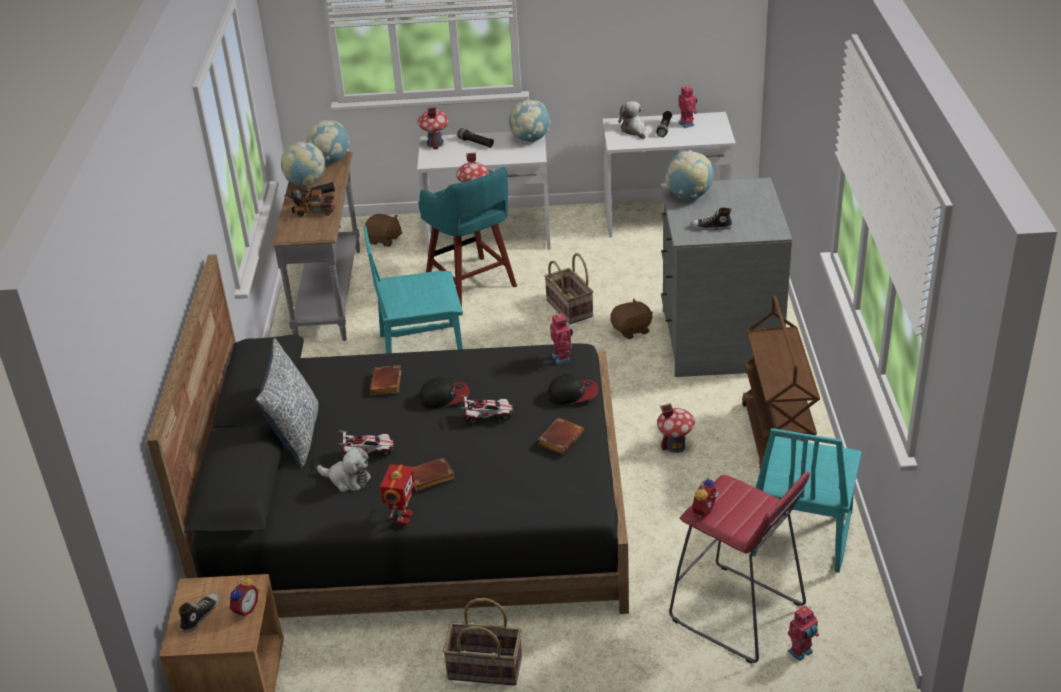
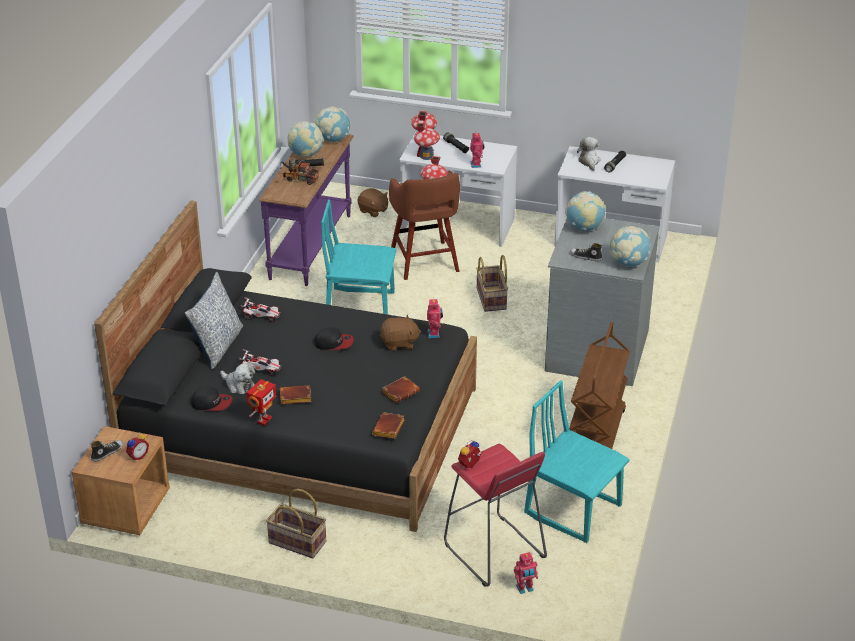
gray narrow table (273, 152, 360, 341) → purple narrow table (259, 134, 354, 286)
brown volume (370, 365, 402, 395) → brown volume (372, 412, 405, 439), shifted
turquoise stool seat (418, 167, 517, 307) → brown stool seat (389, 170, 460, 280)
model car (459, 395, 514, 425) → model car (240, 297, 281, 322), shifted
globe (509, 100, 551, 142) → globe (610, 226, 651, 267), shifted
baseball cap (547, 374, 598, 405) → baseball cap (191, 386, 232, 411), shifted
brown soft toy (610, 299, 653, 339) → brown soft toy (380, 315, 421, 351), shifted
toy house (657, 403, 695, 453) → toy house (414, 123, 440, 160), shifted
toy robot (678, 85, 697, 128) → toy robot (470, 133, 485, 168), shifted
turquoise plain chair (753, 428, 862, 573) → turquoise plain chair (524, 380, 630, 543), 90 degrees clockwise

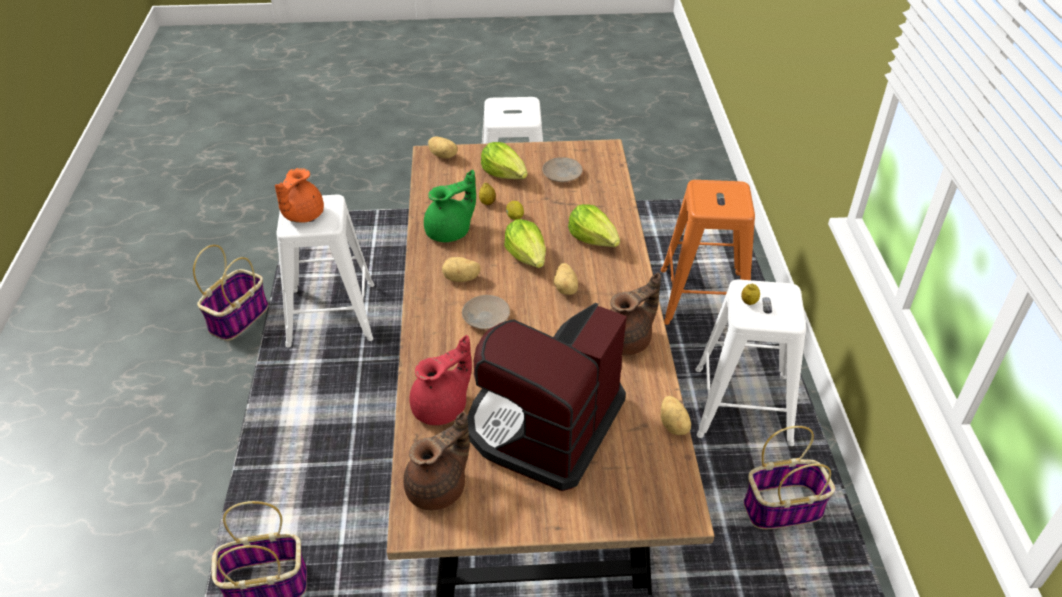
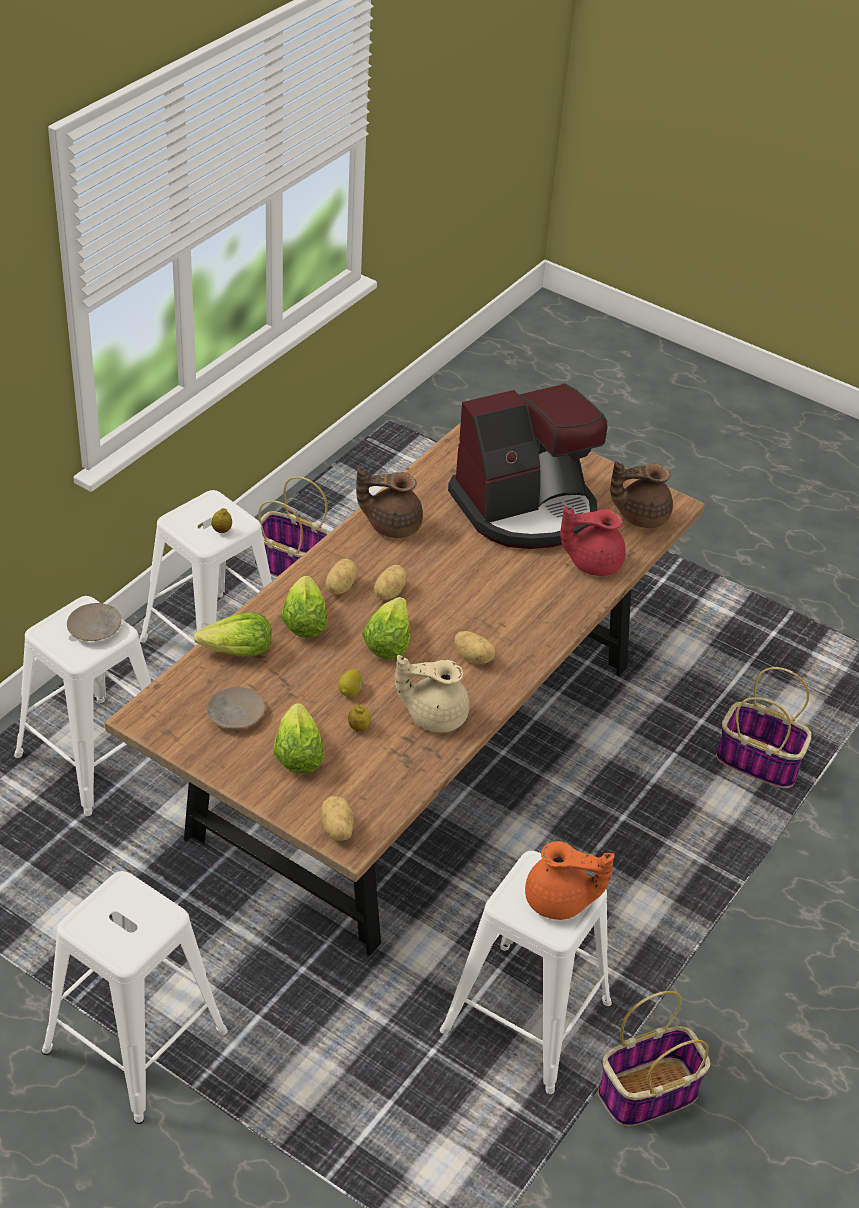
orange pot for tea (275, 168, 324, 223) → orange pot for tea (525, 841, 615, 920), 45 degrees clockwise
green pot for tea (424, 170, 476, 242) → sand-coloured pot for tea (395, 655, 469, 733)
sand-coloured plate (462, 295, 510, 330) → sand-coloured plate (67, 603, 122, 641), shifted
orange stool seat (660, 180, 755, 325) → whitish stool seat (14, 596, 151, 816)
potato (661, 396, 691, 435) → potato (325, 559, 357, 594), shifted
- → lettuce (194, 612, 271, 656)

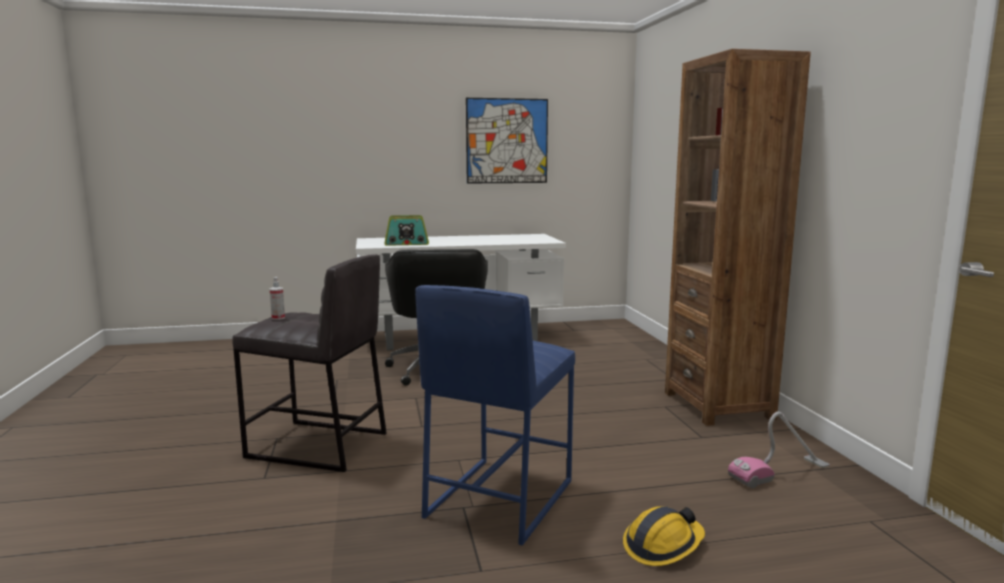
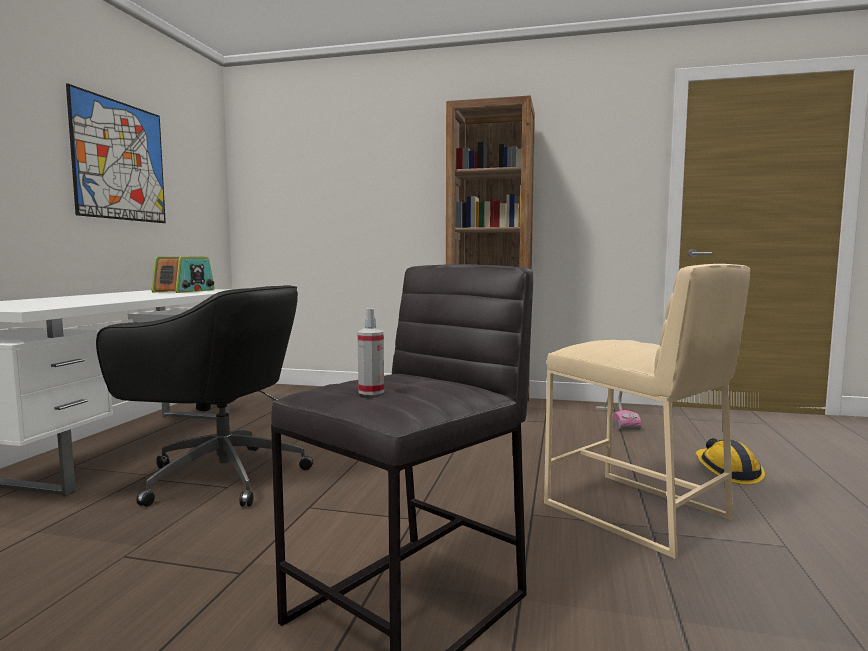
radio set (384, 215, 429, 246) → radio set (152, 257, 215, 293), shifted
blue stool seat (415, 285, 575, 546) → sand-coloured stool seat (544, 264, 750, 559)

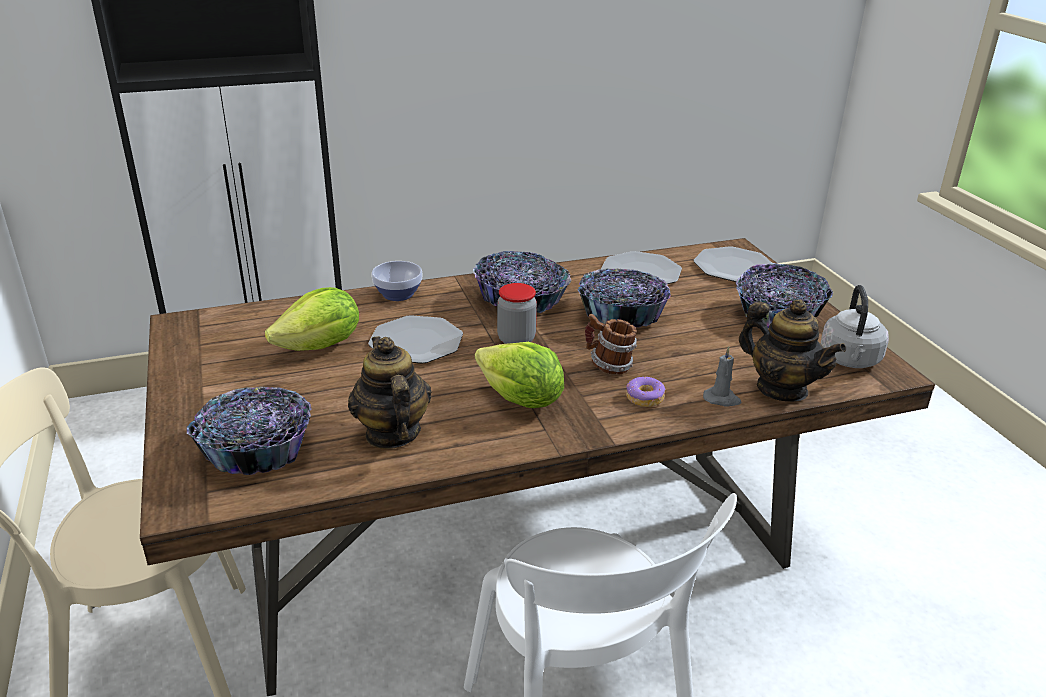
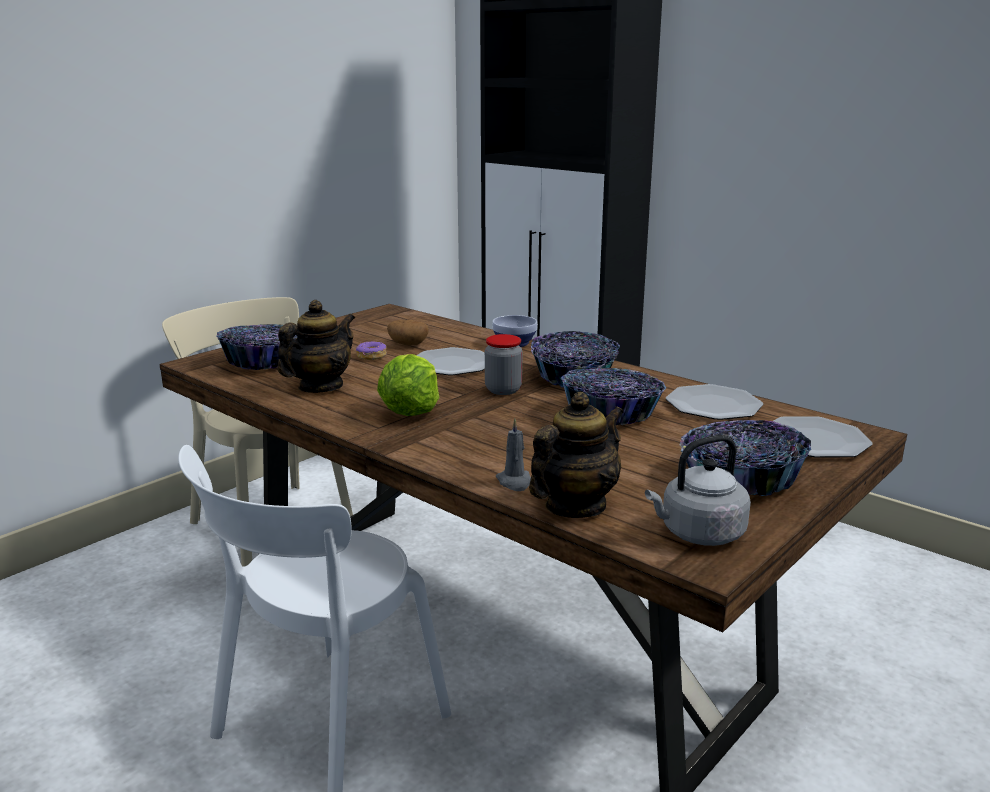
lettuce (265, 287, 359, 351) → potato (387, 320, 429, 346)
mug (585, 314, 637, 375) → -
donut (626, 377, 665, 407) → donut (356, 342, 387, 360), shifted
pot for tea (739, 300, 846, 402) → pot for tea (529, 392, 624, 518), 150 degrees counterclockwise

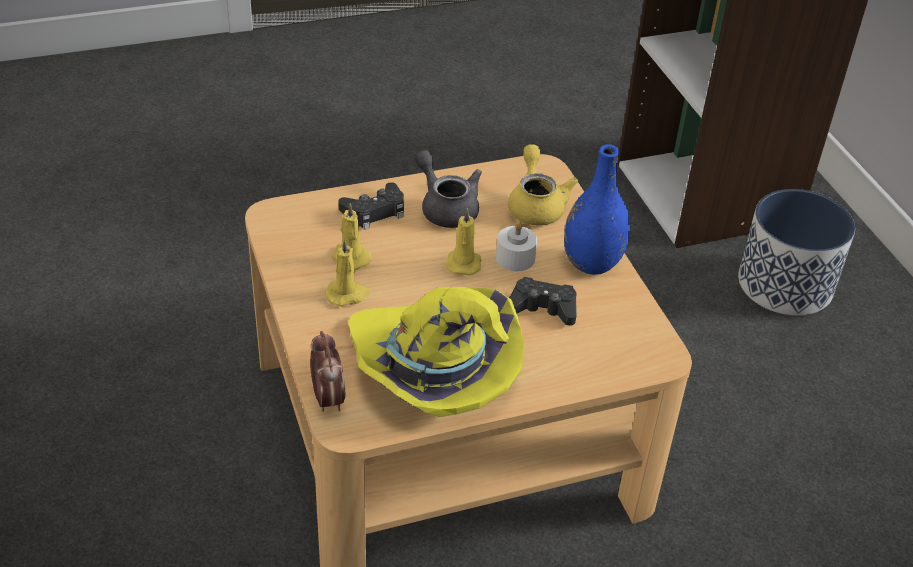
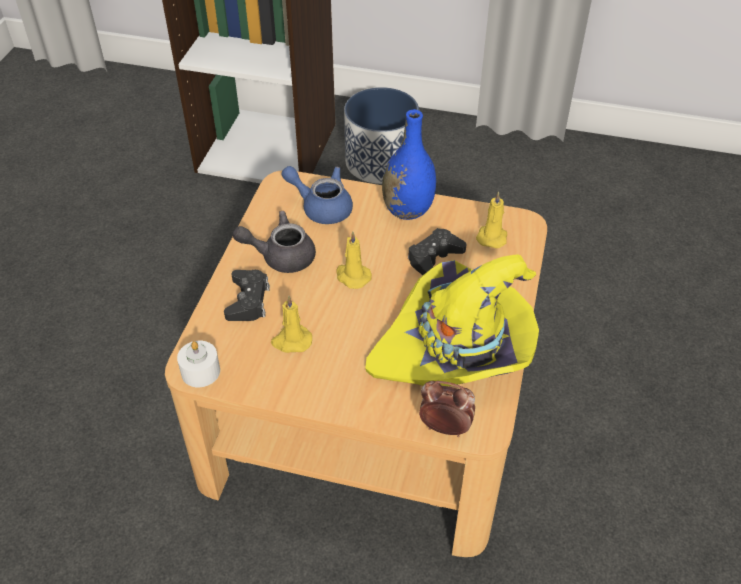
yellowish wax light (325, 239, 370, 307) → yellowish wax light (476, 191, 507, 248), shifted
whitish wax light (496, 221, 537, 271) → whitish wax light (177, 341, 220, 387), shifted
yellowish pot for tea (508, 144, 578, 226) → blue pot for tea (281, 166, 353, 224)

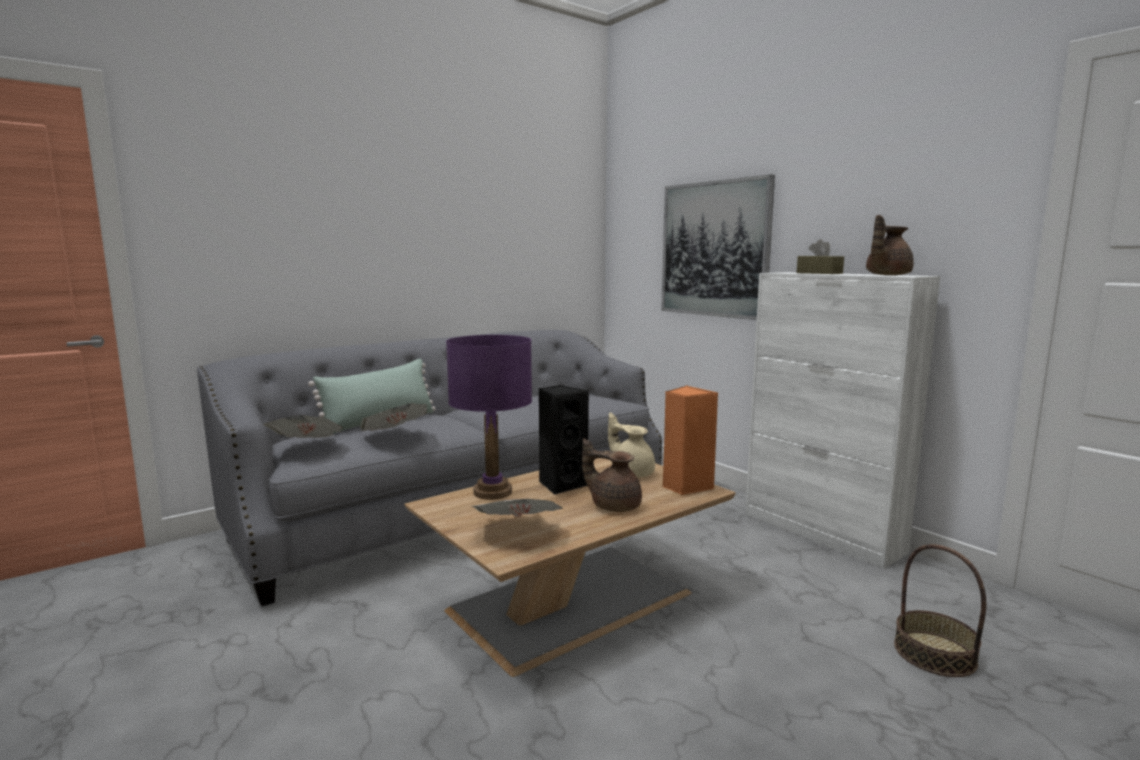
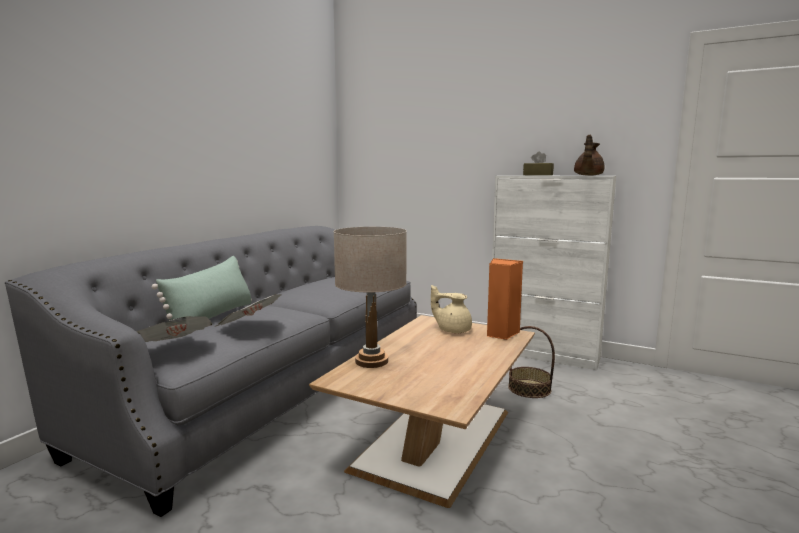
purple lamp for a table (446, 335, 532, 500) → sand-coloured lamp for a table (333, 227, 407, 368)
printed paper (472, 499, 563, 517) → -
blackish audio speaker (539, 385, 589, 495) → -
brown pot for tea (582, 438, 642, 512) → -
wall art (661, 174, 775, 320) → -
storage basket (894, 544, 986, 677) → storage basket (508, 326, 555, 398), shifted

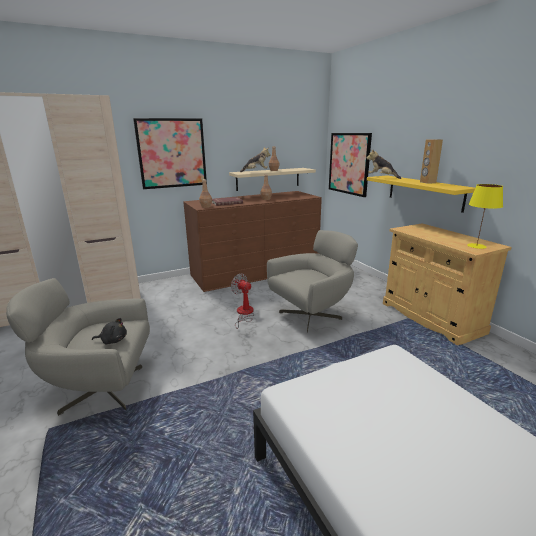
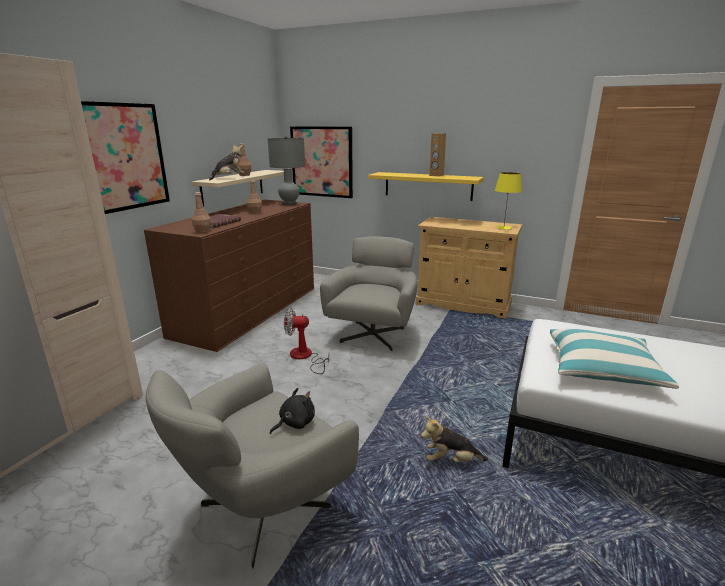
soft toy (366, 149, 401, 179) → soft toy (421, 416, 488, 462), shifted
- → gray lamp for a table (268, 136, 305, 205)
- → pillow (550, 329, 679, 389)

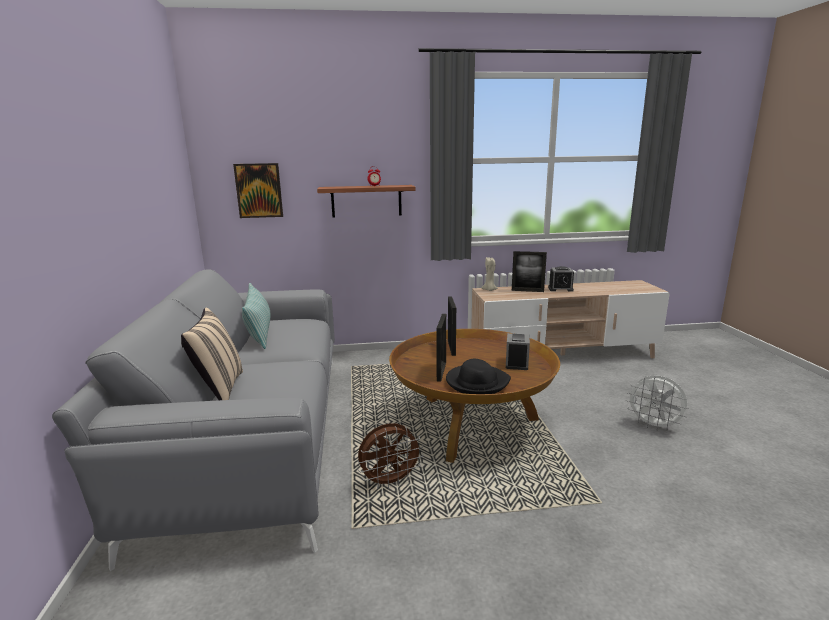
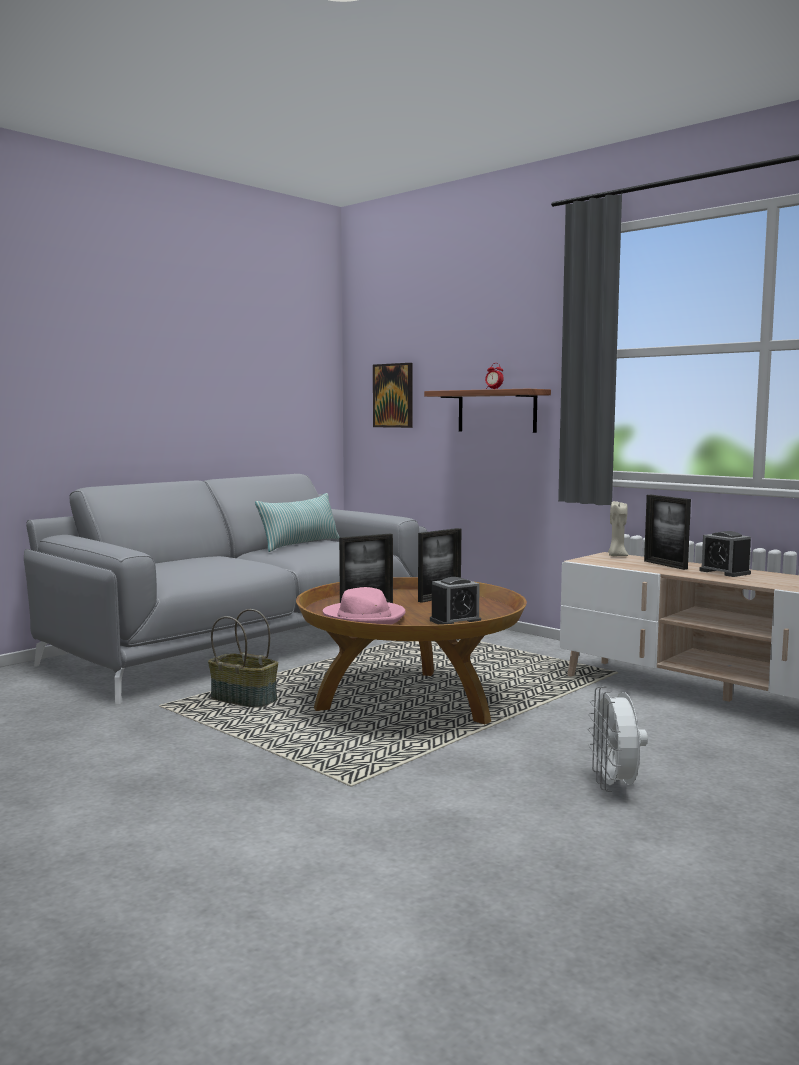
sand-coloured pillow (181, 308, 243, 400) → -
brown cooling fan (358, 423, 424, 489) → storage basket (208, 609, 278, 708)
blackish clothing hat (446, 359, 511, 394) → pinkish clothing hat (323, 587, 406, 625)

